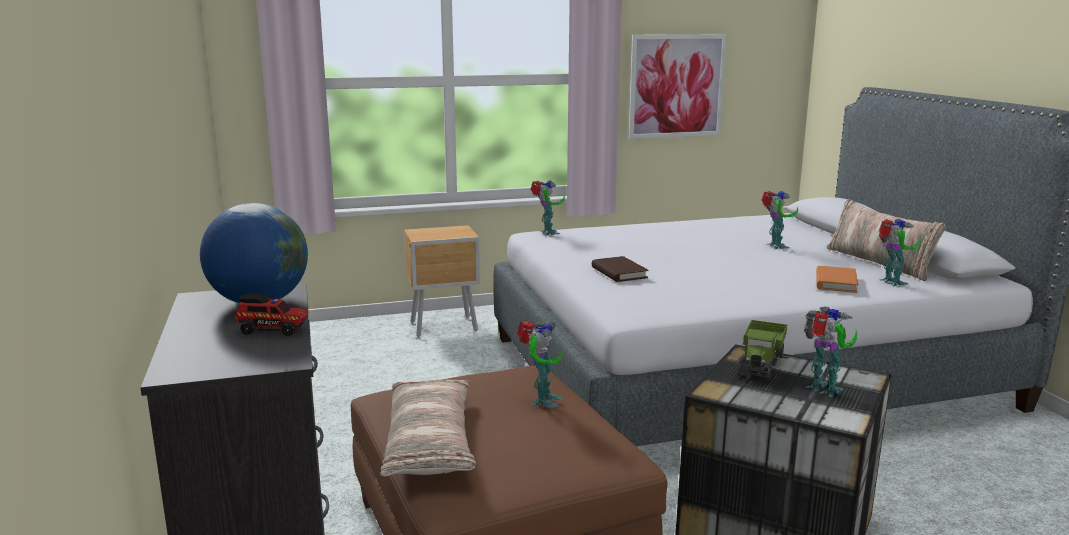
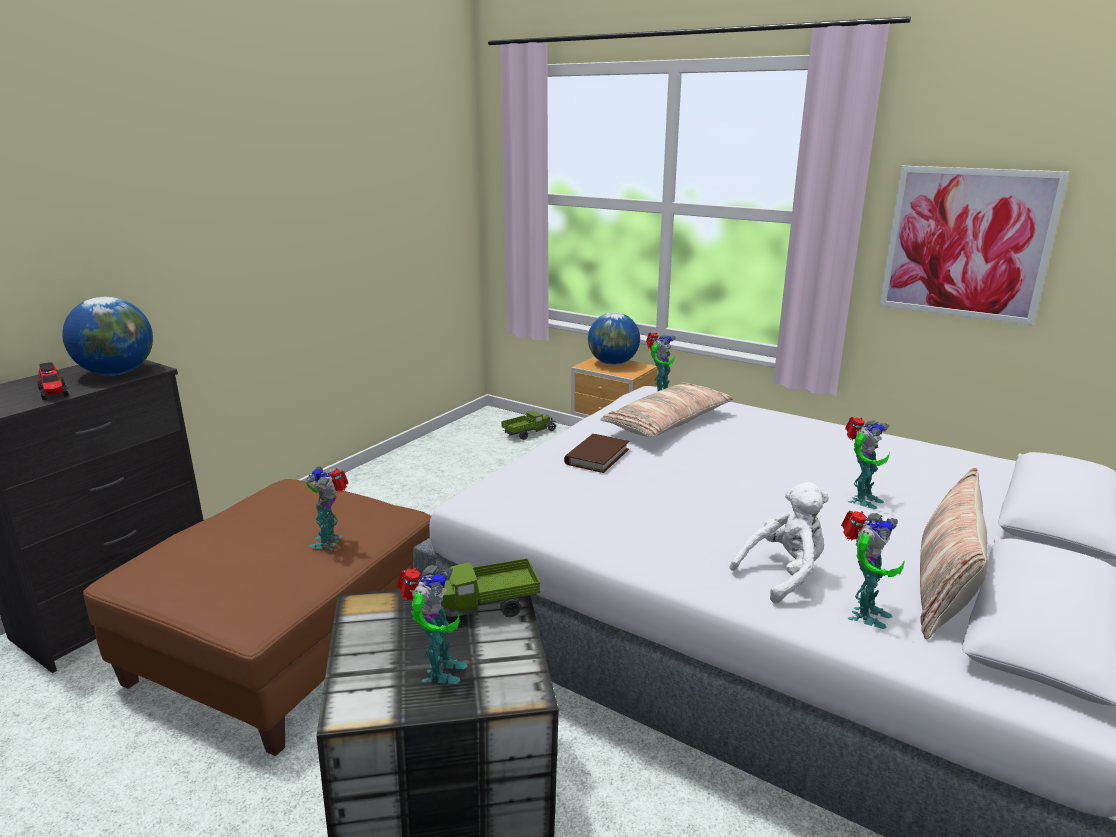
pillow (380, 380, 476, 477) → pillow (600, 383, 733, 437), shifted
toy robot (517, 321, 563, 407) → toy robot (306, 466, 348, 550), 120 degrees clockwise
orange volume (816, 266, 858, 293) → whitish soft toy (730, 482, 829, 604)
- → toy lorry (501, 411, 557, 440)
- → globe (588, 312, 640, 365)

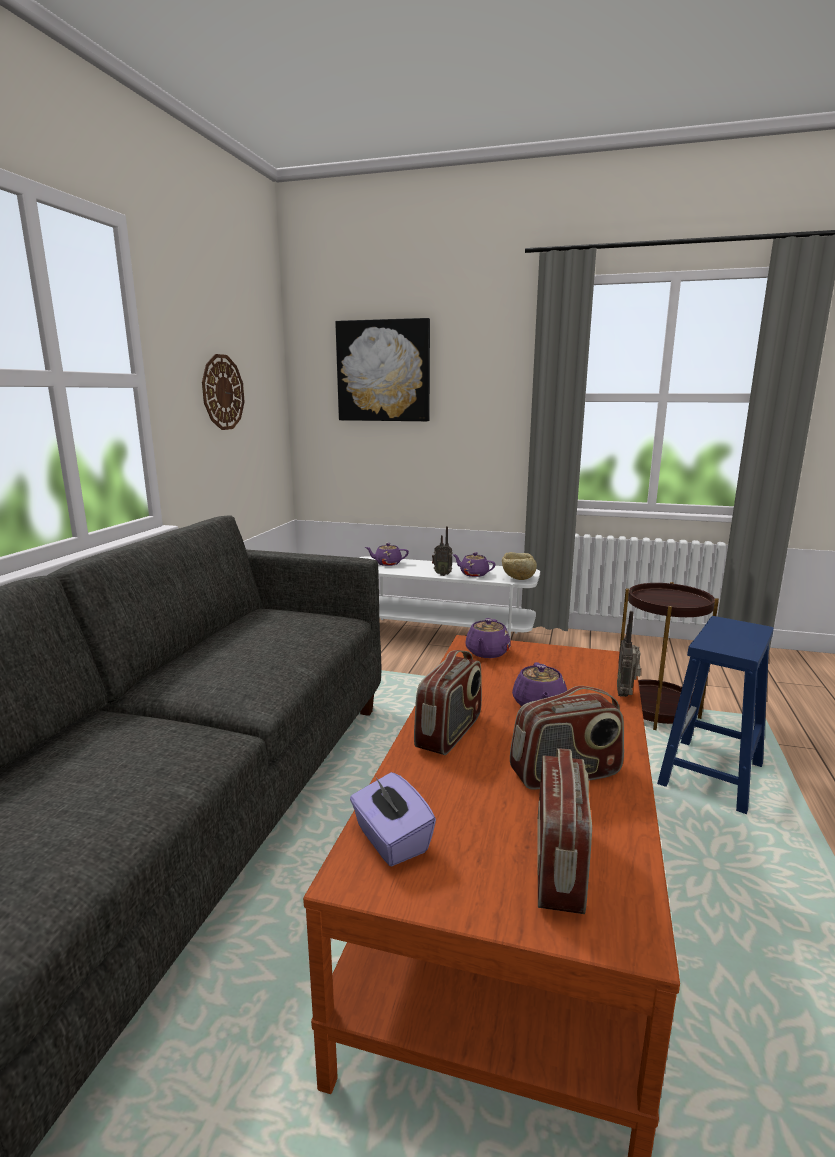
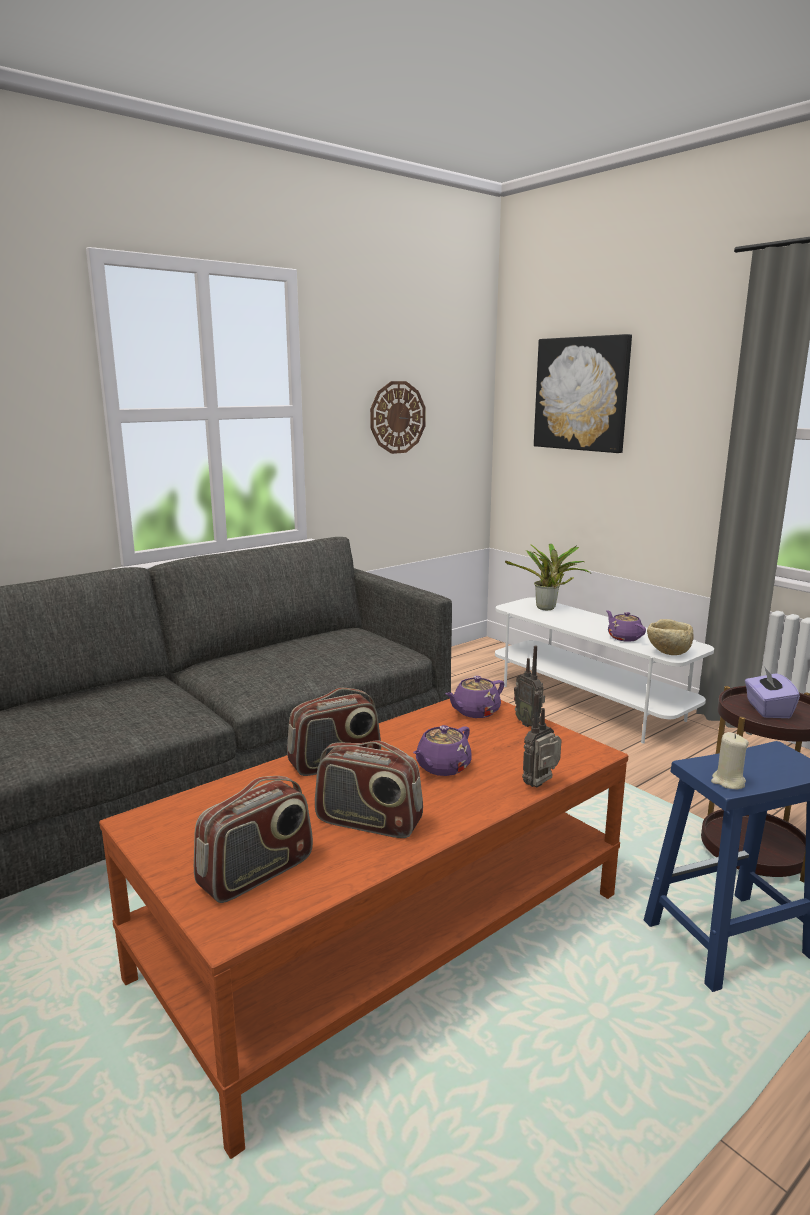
purple box of tissues (350, 772, 436, 867) → purple box of tissues (745, 666, 800, 718), shifted
purple pot for tea (365, 543, 409, 566) → plant in a pot (505, 544, 590, 610)
radio set (432, 526, 453, 576) → radio set (514, 645, 545, 727), shifted
- → sand-coloured wax light (711, 732, 749, 789)

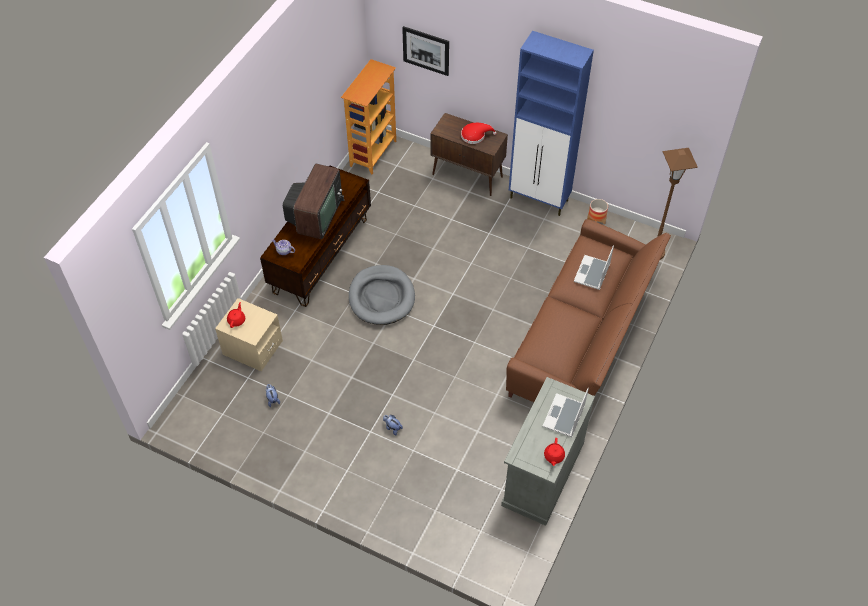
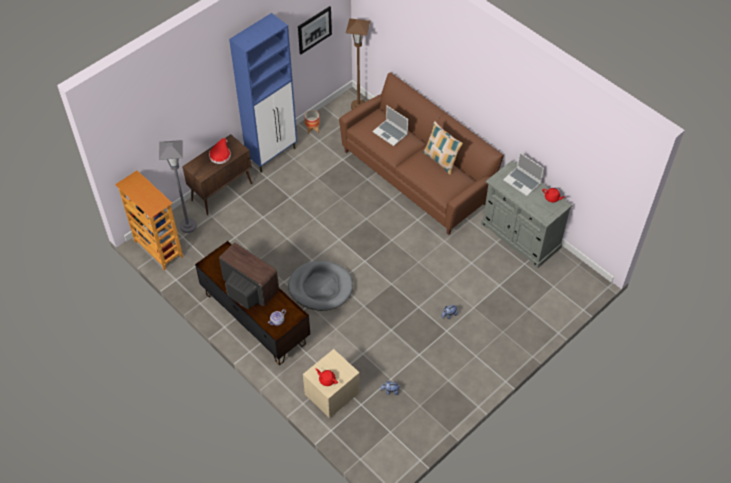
wall art (402, 26, 449, 76) → wall art (298, 6, 332, 55), shifted
- → gray standing lamp (159, 140, 197, 233)
- → pillow (423, 121, 463, 175)

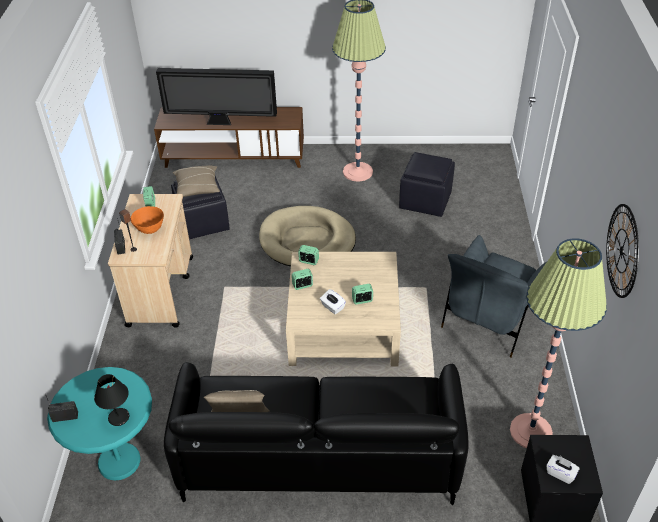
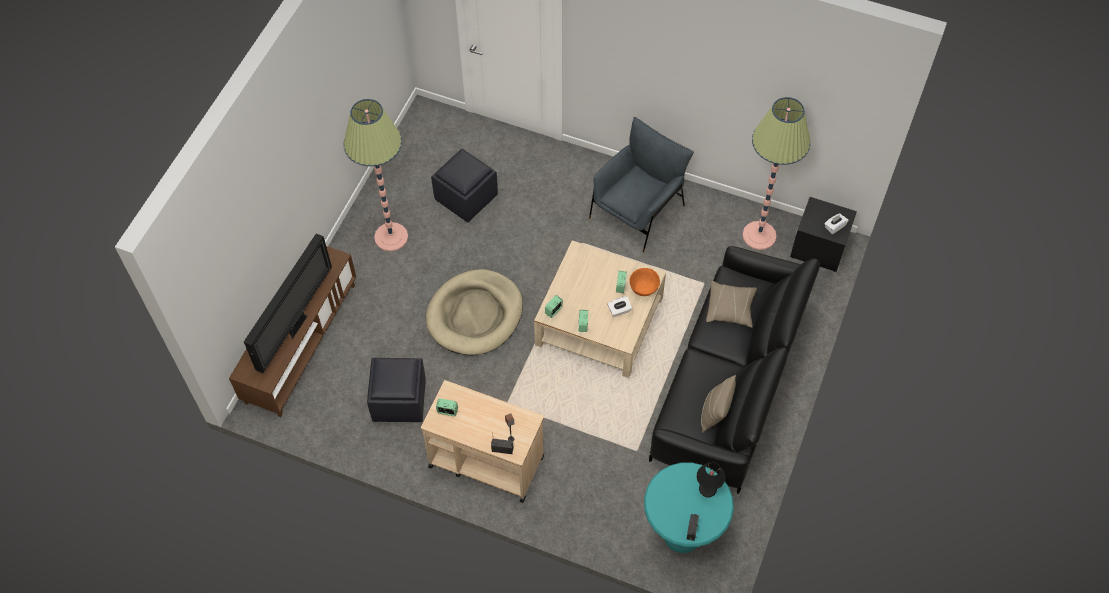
orange bowl (131, 206, 164, 234) → orange bowl (629, 268, 660, 296), shifted
sand-coloured pillow (173, 165, 220, 197) → sand-coloured pillow (706, 281, 757, 328), shifted
gray armchair (441, 235, 547, 358) → gray armchair (589, 117, 694, 252), 105 degrees counterclockwise
hanging clock (606, 204, 639, 298) → -

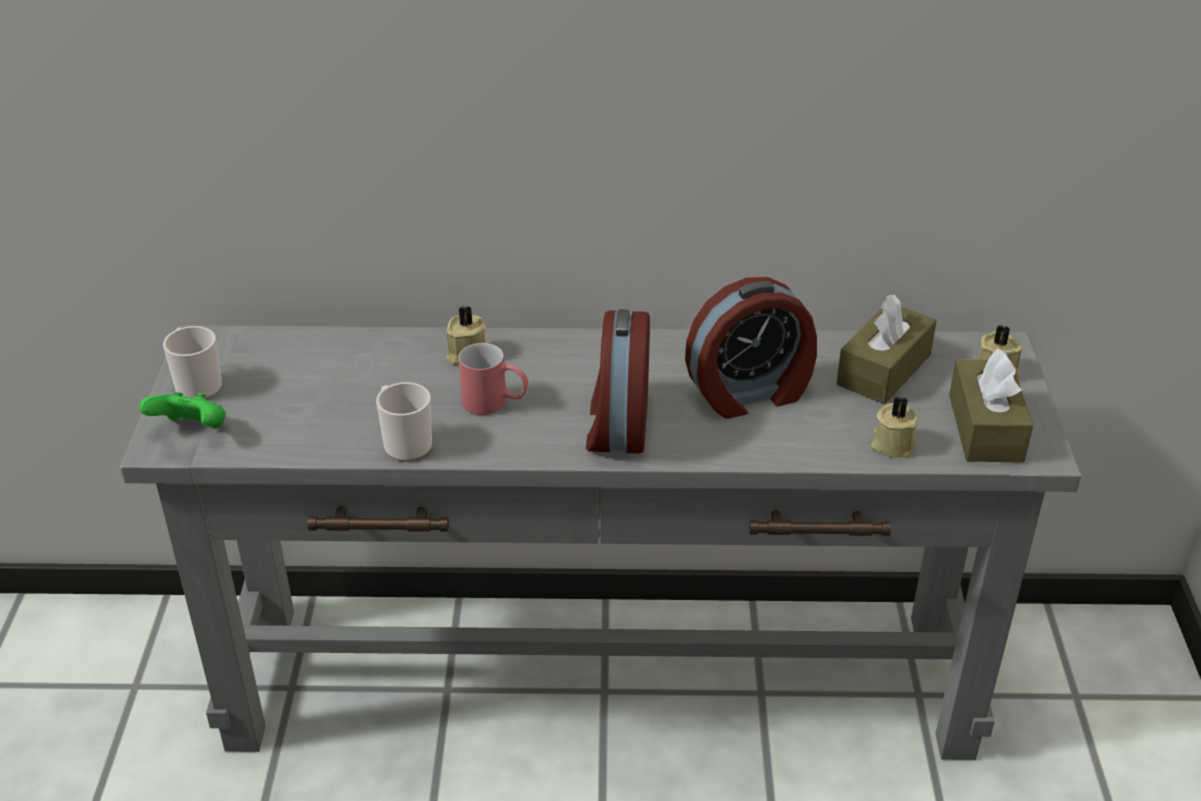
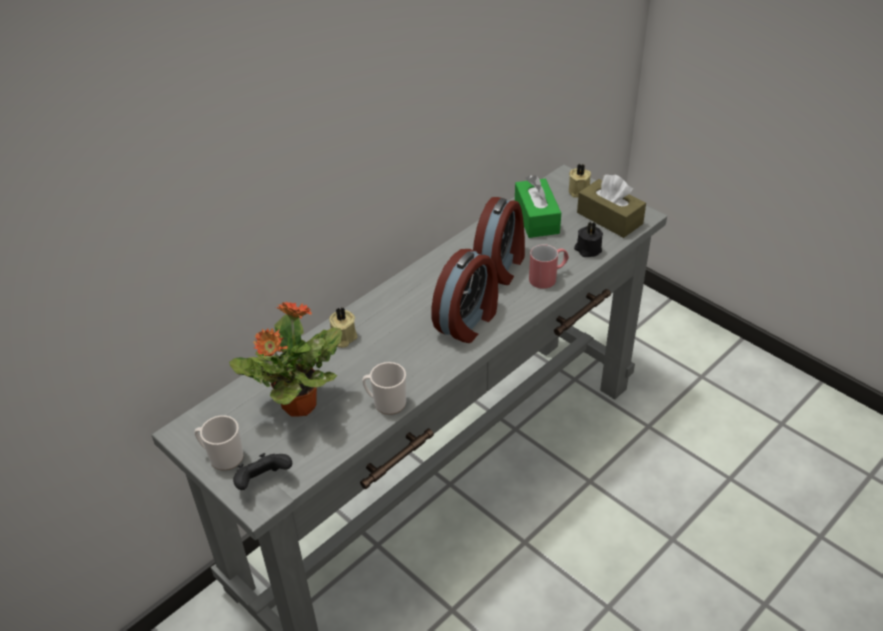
green joypad (139, 392, 226, 429) → blackish joypad (233, 453, 292, 490)
reddish mug (458, 343, 528, 415) → reddish mug (529, 244, 569, 289), shifted
bedside clock (586, 309, 650, 454) → bedside clock (431, 249, 498, 343), 105 degrees counterclockwise
brown box of tissues (836, 294, 937, 404) → green box of tissues (515, 175, 561, 238)
sand-coloured wax light (871, 396, 919, 458) → blackish wax light (574, 222, 603, 257)
- → plant in a pot (229, 301, 342, 416)

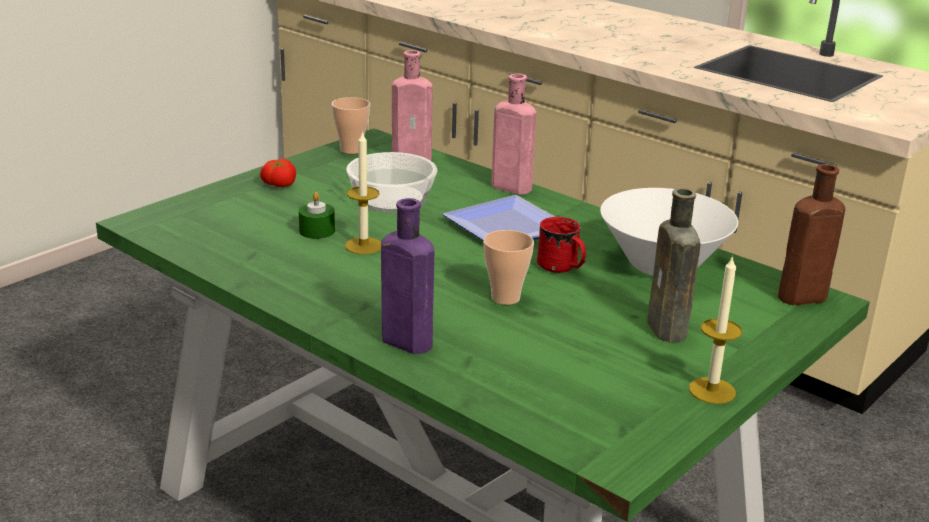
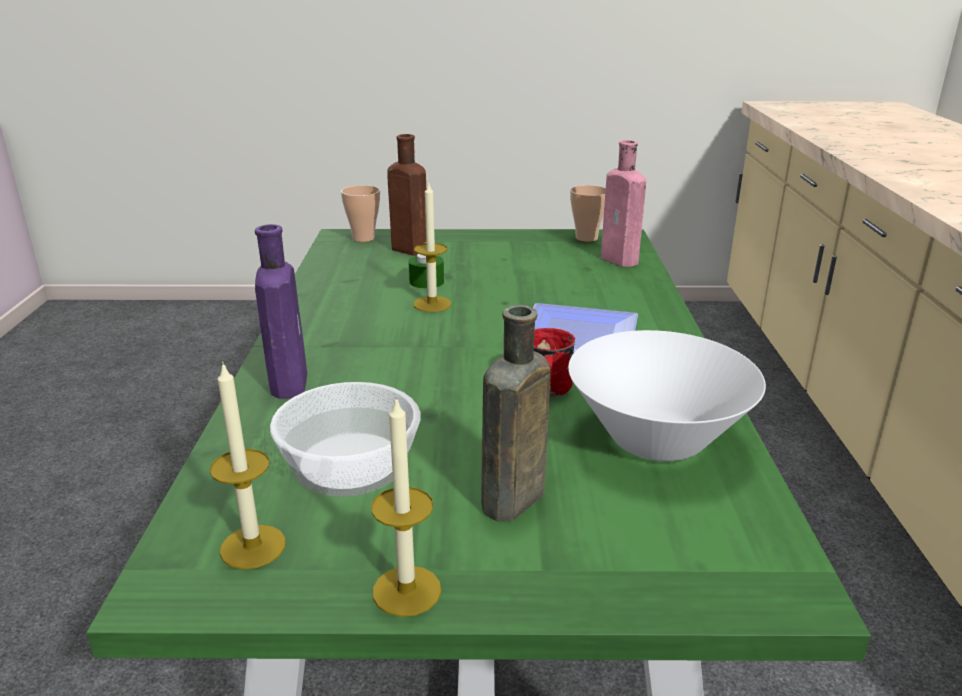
fresh tomato (260, 159, 296, 187) → -
bowl (346, 152, 437, 213) → bowl (270, 382, 421, 497), shifted
small cup (483, 230, 534, 305) → small cup (341, 185, 380, 242), shifted
pinkish bottle (492, 74, 537, 194) → -
brown bottle (778, 164, 845, 305) → brown bottle (387, 134, 426, 256), shifted
- → wax light (210, 362, 286, 569)

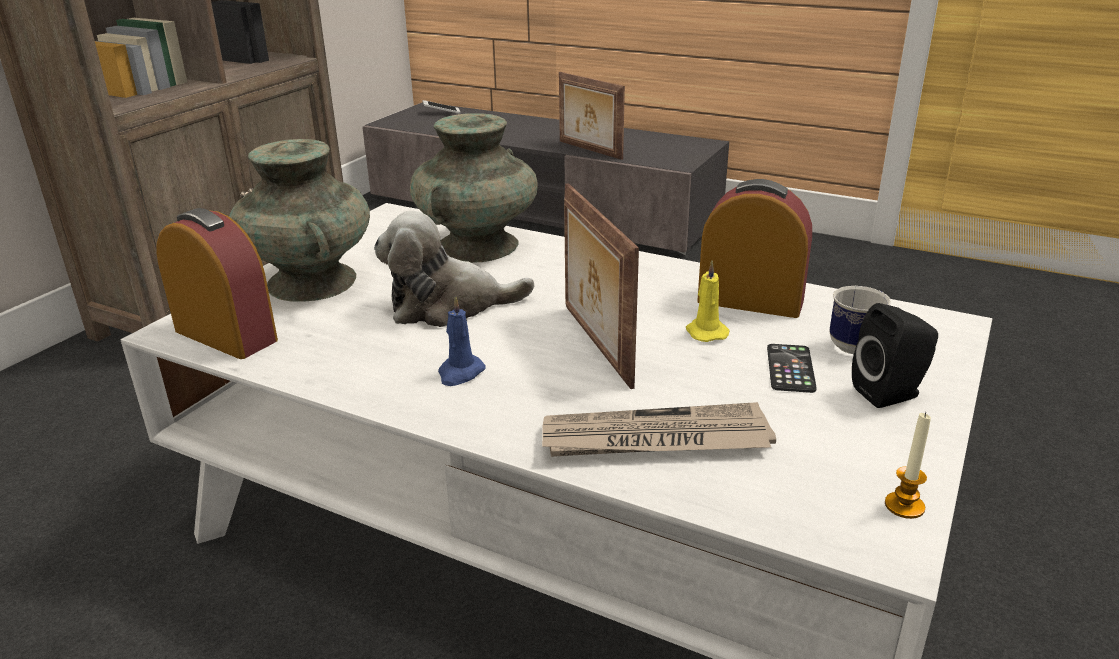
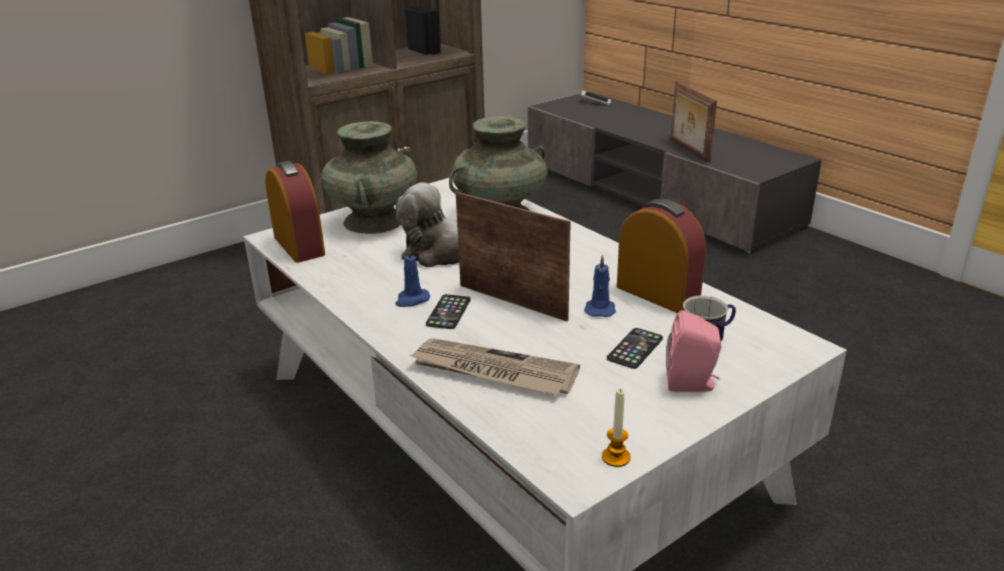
picture frame (564, 183, 639, 389) → picture frame (456, 192, 571, 321), 120 degrees clockwise
yellowish wax light (686, 261, 730, 342) → blue wax light (584, 255, 616, 317)
blackish audio speaker (852, 303, 938, 408) → pinkish audio speaker (666, 310, 721, 392)
- → phone (426, 294, 471, 329)

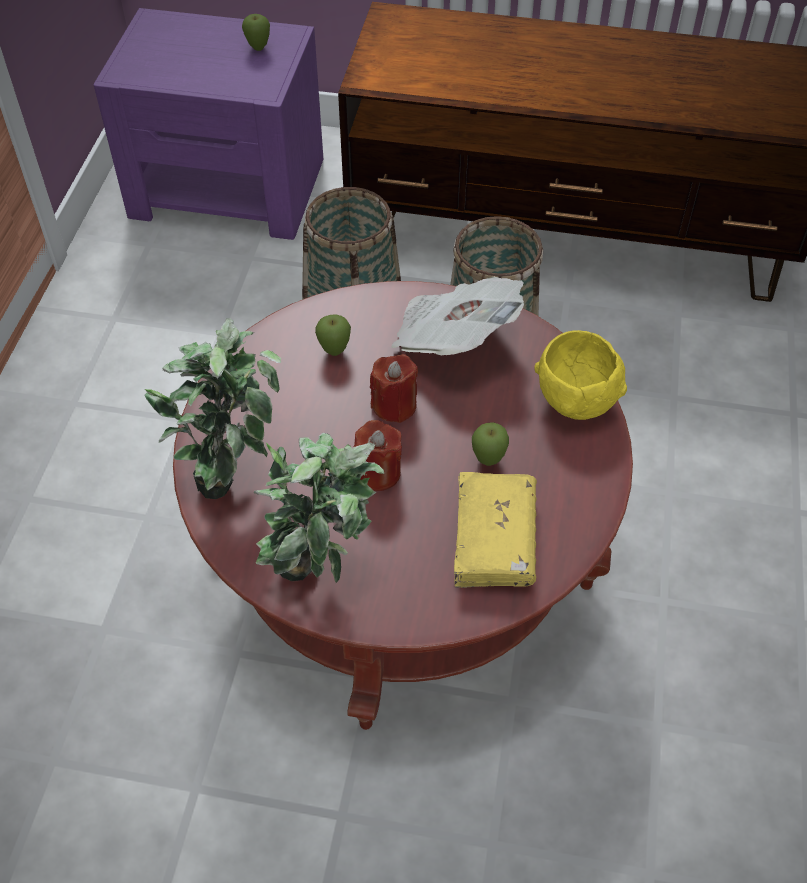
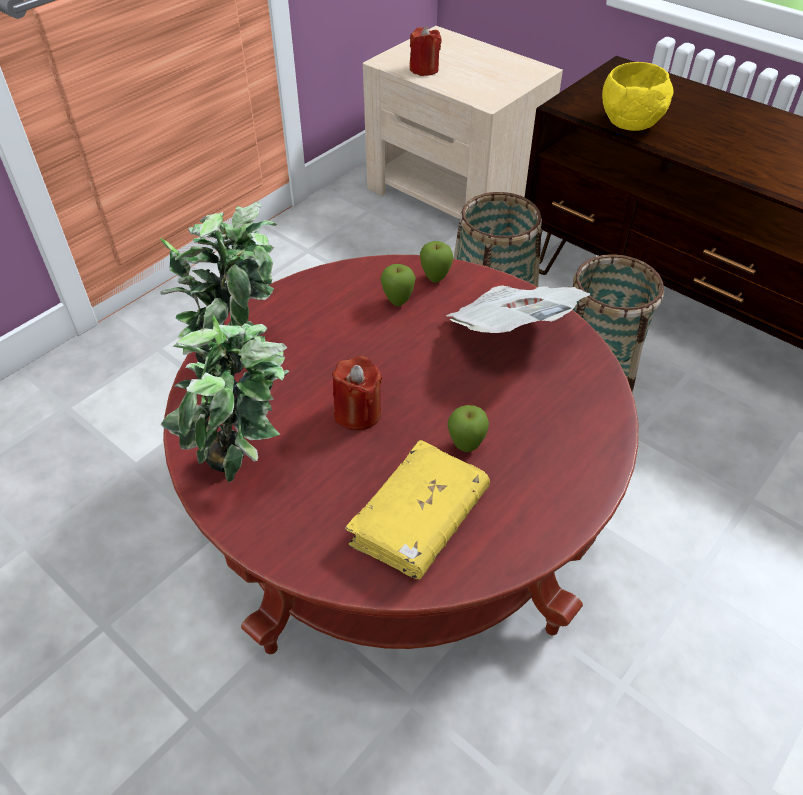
purple night table (94, 8, 323, 240) → sand-coloured night table (363, 26, 563, 219)
apple (242, 14, 270, 51) → apple (420, 241, 453, 283), shifted
reddish wax light (370, 354, 418, 423) → reddish wax light (410, 26, 441, 76), shifted
yellowish bowl (535, 330, 627, 420) → yellowish bowl (602, 62, 674, 131), shifted

